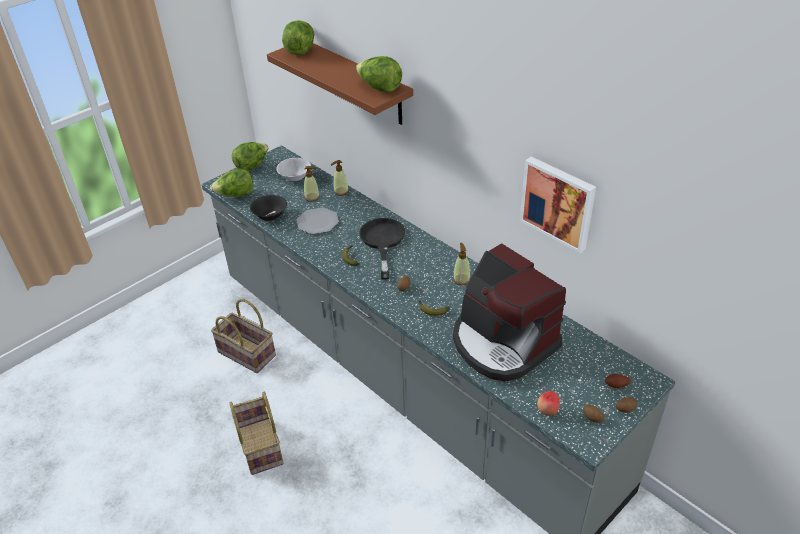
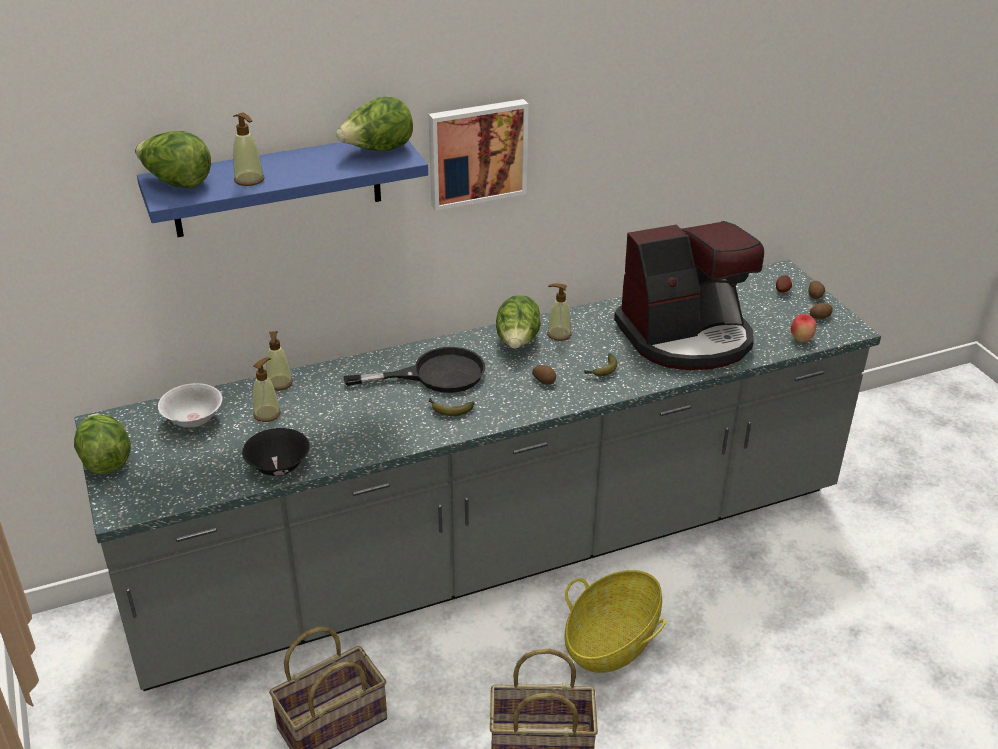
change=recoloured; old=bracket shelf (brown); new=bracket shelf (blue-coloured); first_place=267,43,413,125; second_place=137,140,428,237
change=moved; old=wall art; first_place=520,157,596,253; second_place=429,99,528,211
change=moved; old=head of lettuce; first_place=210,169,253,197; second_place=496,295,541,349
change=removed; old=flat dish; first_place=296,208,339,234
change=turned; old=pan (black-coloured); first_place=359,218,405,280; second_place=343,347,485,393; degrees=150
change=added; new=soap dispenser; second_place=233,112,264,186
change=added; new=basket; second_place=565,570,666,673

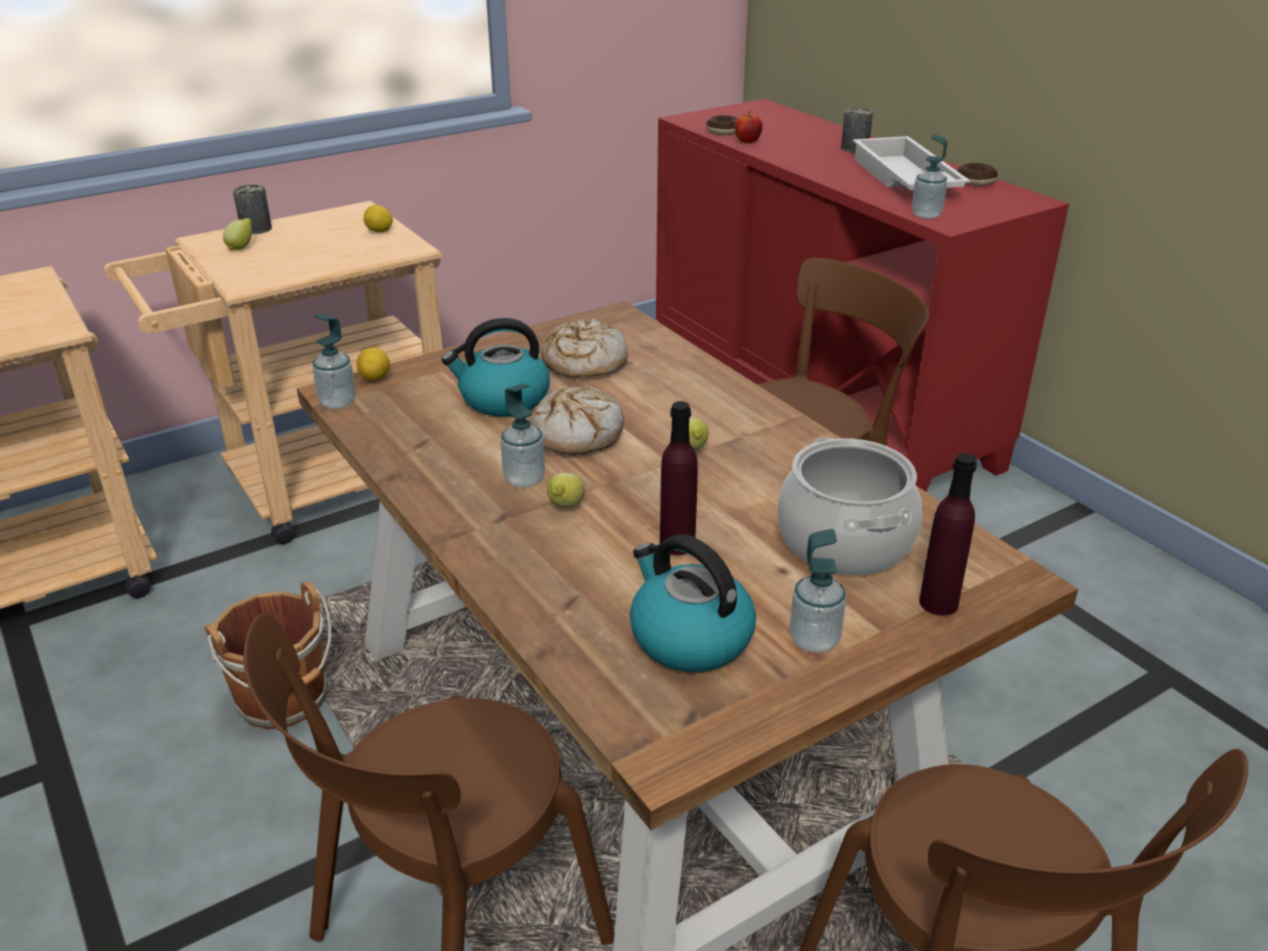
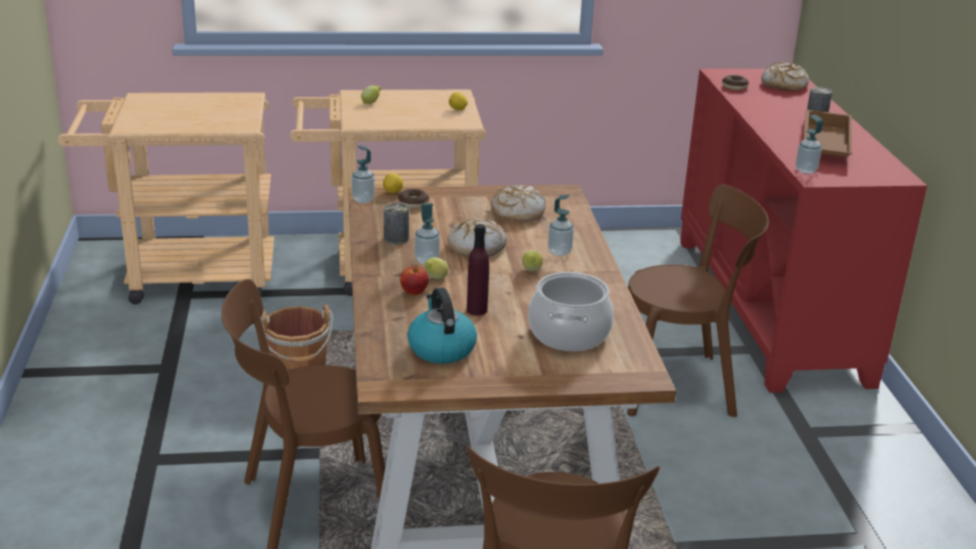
change=moved; old=whole apple; first_place=735,111,763,143; second_place=400,265,429,295
change=recoloured; old=carrying tray (whitish); new=carrying tray (brown); first_place=853,136,970,190; second_place=803,110,852,157
change=moved; old=doughnut; first_place=957,163,998,186; second_place=398,189,429,208
change=moved; old=sealed can; first_place=233,185,272,235; second_place=384,203,409,244
change=removed; old=water kettle; first_place=442,318,550,416
change=removed; old=bottle (purplish); first_place=919,453,977,616
change=moved; old=soap dispenser; first_place=790,529,846,653; second_place=548,195,574,256
change=added; new=baked bread; second_place=761,62,809,91

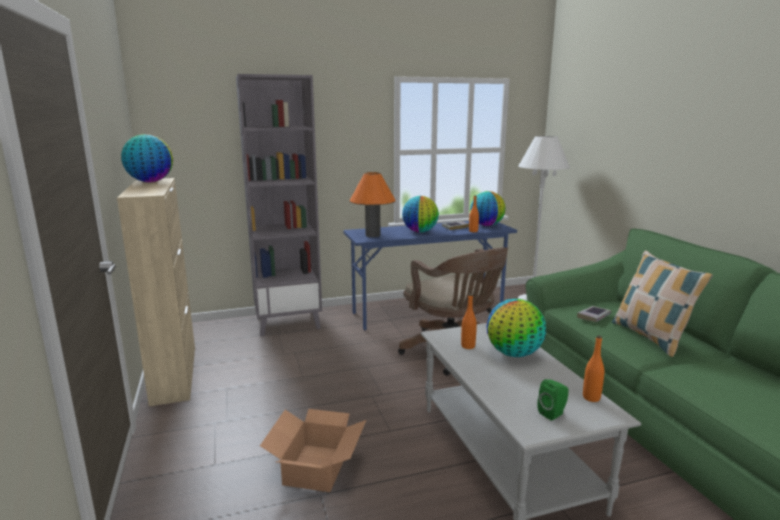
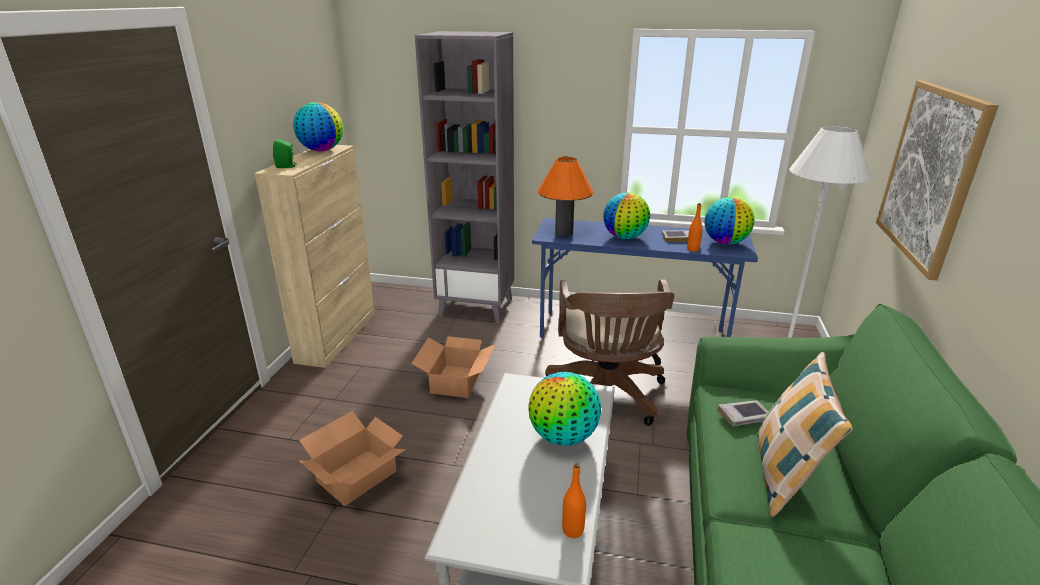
change=removed; old=bottle (orange-coloured); first_place=461,294,477,349
change=moved; old=speaker (green); first_place=537,379,568,421; second_place=273,138,297,168
change=added; new=wall art; second_place=876,80,998,280
change=added; new=cardboard box; second_place=411,336,495,398

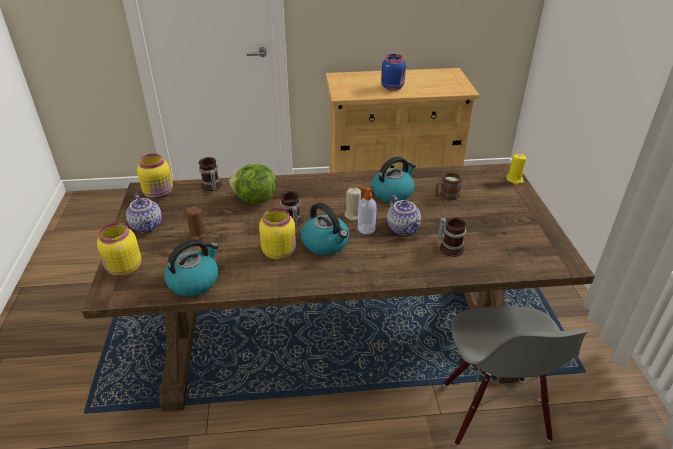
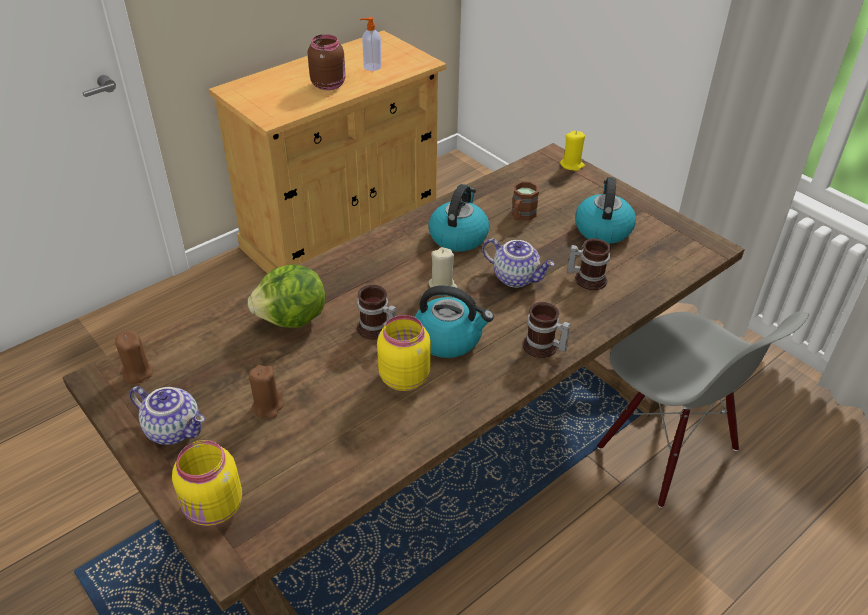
change=recoloured; old=preserve jar (blue-coloured); new=preserve jar (brown); first_place=381,54,406,91; second_place=308,34,346,90
change=replaced; old=preserve jar (yellow-coloured); new=candle (brown); first_place=137,154,173,199; second_place=115,331,152,384
change=moved; old=mug; first_place=199,157,222,191; second_place=522,302,571,358
change=moved; old=soap dispenser; first_place=358,186,377,234; second_place=360,17,382,71
change=moved; old=water kettle; first_place=164,239,219,296; second_place=575,177,636,244

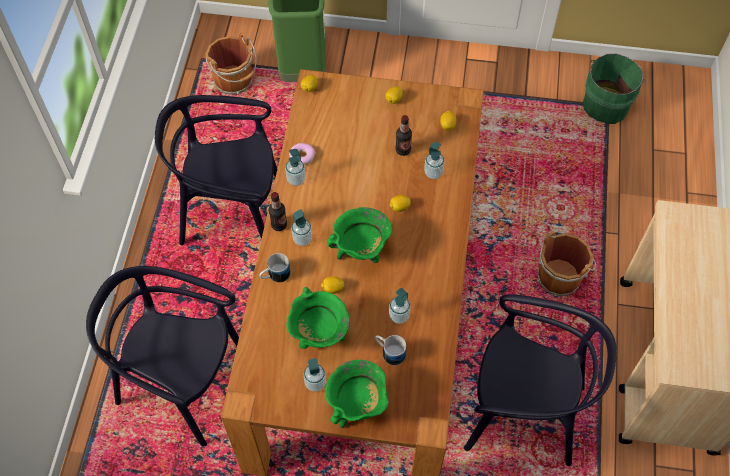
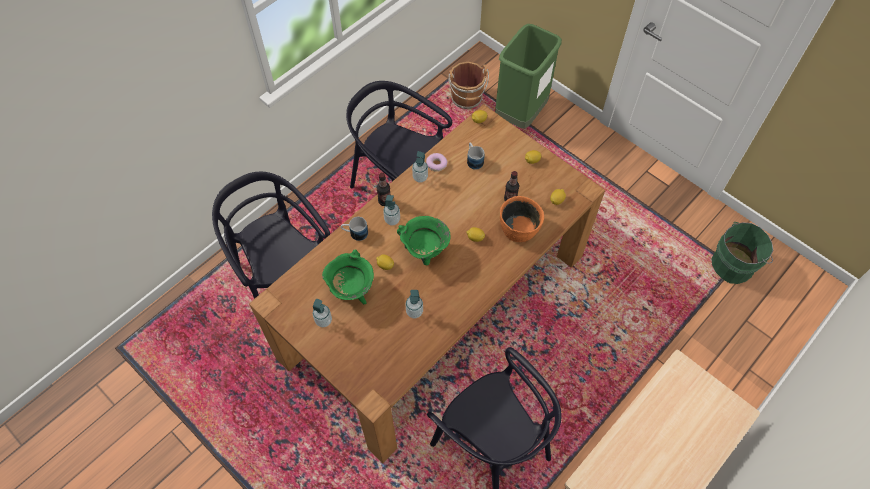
change=replaced; old=soap dispenser; new=deep dish (orange-coloured); first_place=424,142,445,179; second_place=500,196,544,242
change=removed; old=pail (brown); first_place=537,231,596,296
change=moved; old=mug; first_place=375,335,406,365; second_place=467,142,485,170
change=removed; old=saucepot (green); first_place=325,360,389,428

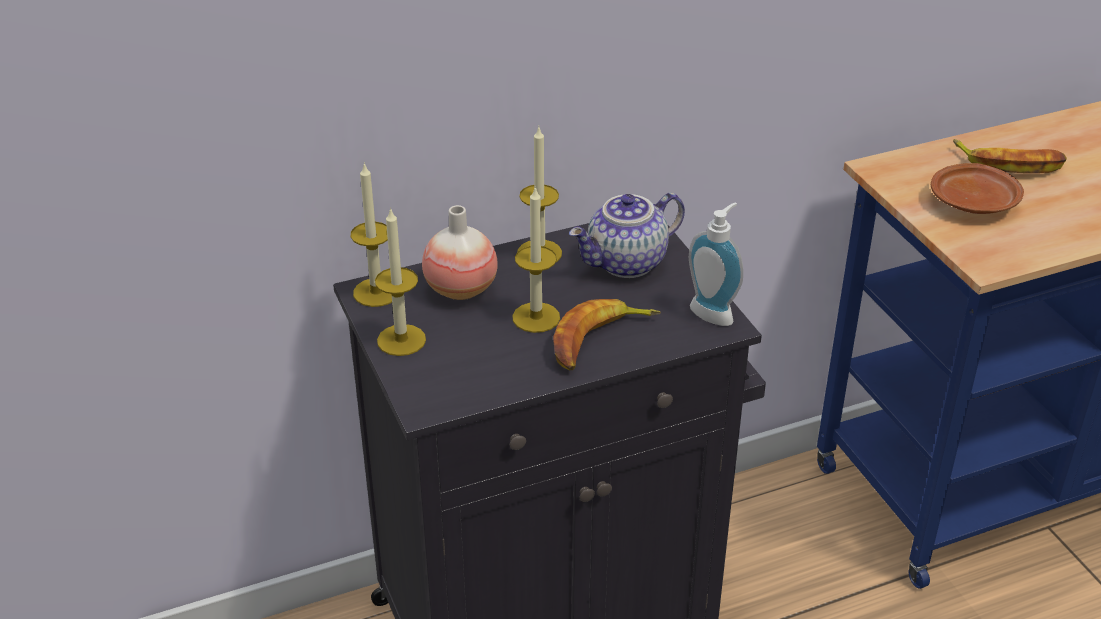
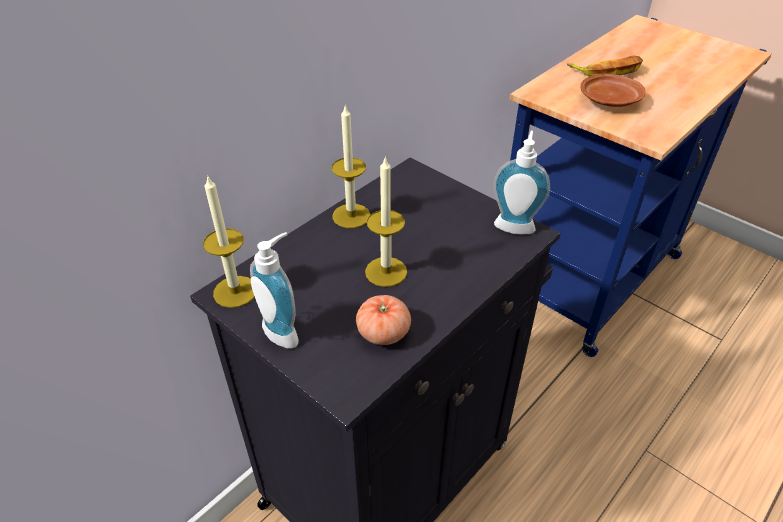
change=removed; old=tea pot; first_place=569,192,685,278
change=removed; old=flower vase; first_place=422,205,498,300
change=replaced; old=candle; new=soap dispenser; first_place=375,207,426,356; second_place=250,232,299,348
change=removed; old=banana fruit; first_place=553,299,661,370
change=added; new=whole tomato; second_place=356,295,411,345

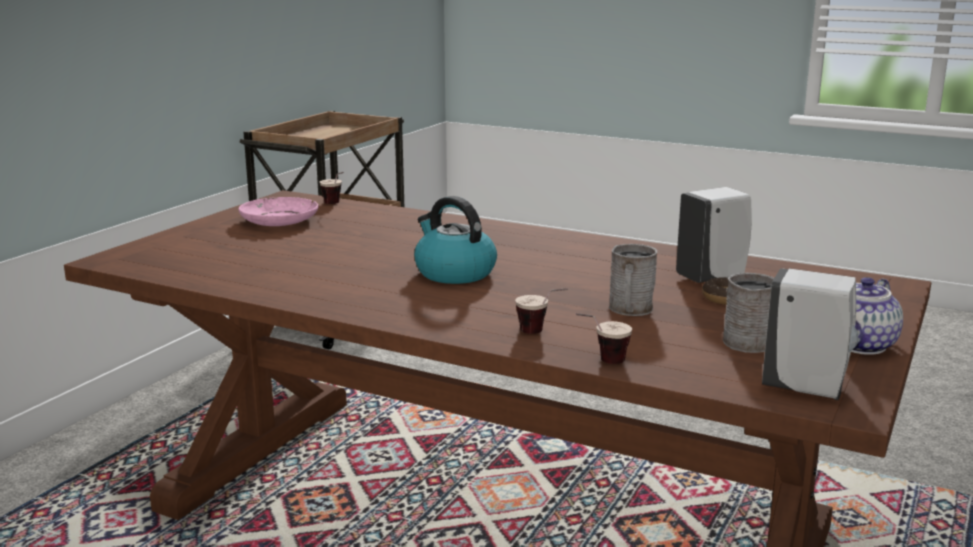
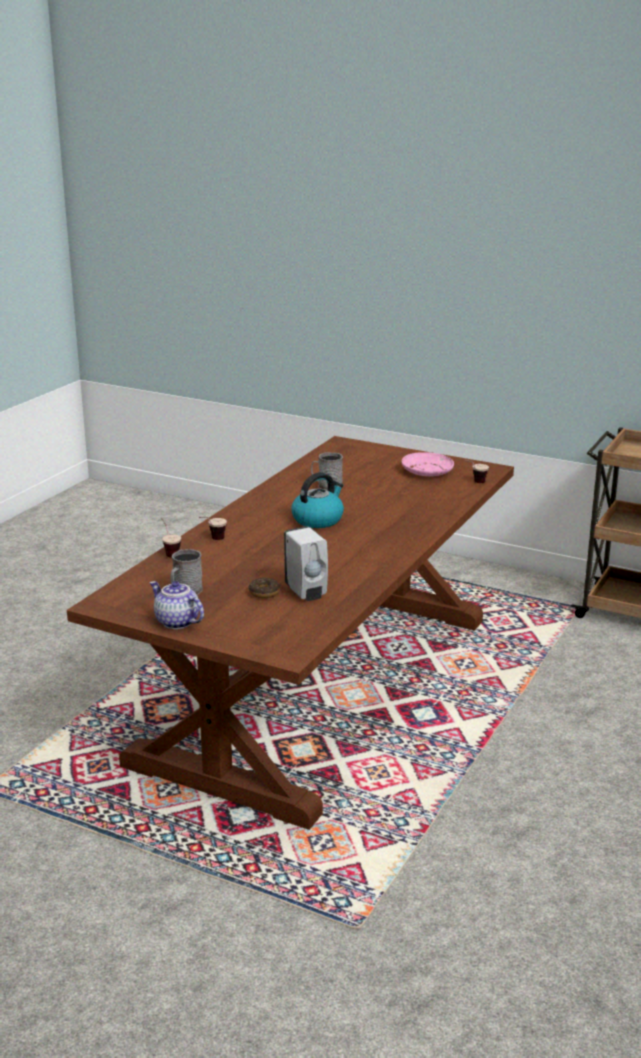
change=moved; old=mug (grey); first_place=609,244,658,316; second_place=311,452,343,490
change=removed; old=soap dispenser (whitish); first_place=762,268,859,400

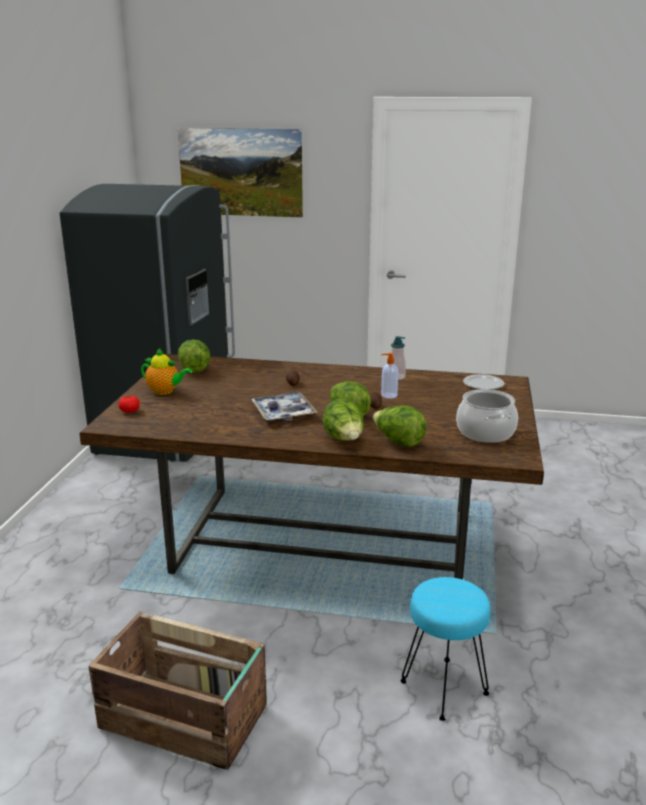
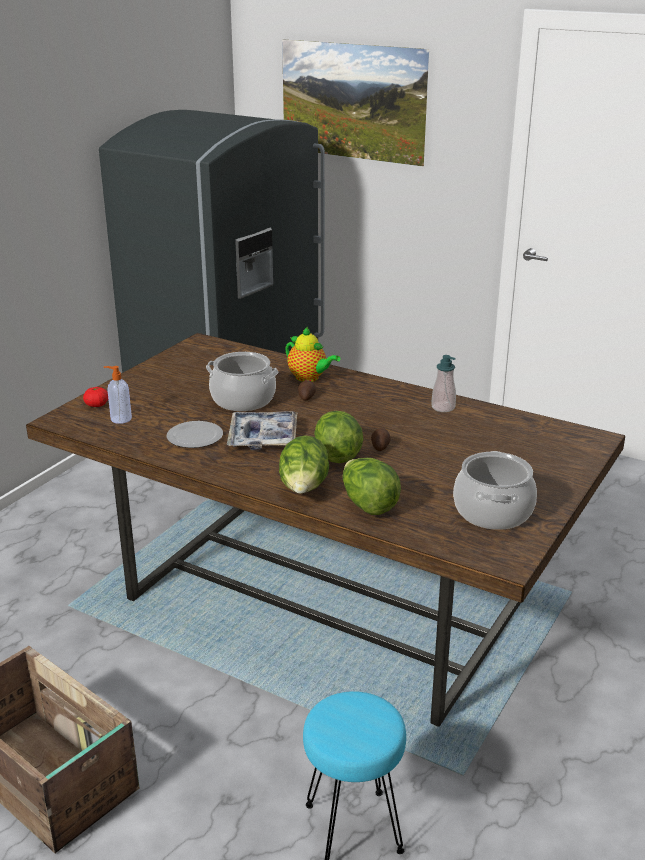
change=removed; old=head of lettuce; first_place=178,340,210,373
change=moved; old=tea pot; first_place=141,349,192,395; second_place=285,327,341,382
change=moved; old=soap dispenser; first_place=381,353,398,398; second_place=104,366,132,424
change=moved; old=flat dish; first_place=463,374,505,390; second_place=167,421,223,448
change=added; new=saucepot; second_place=206,352,278,411

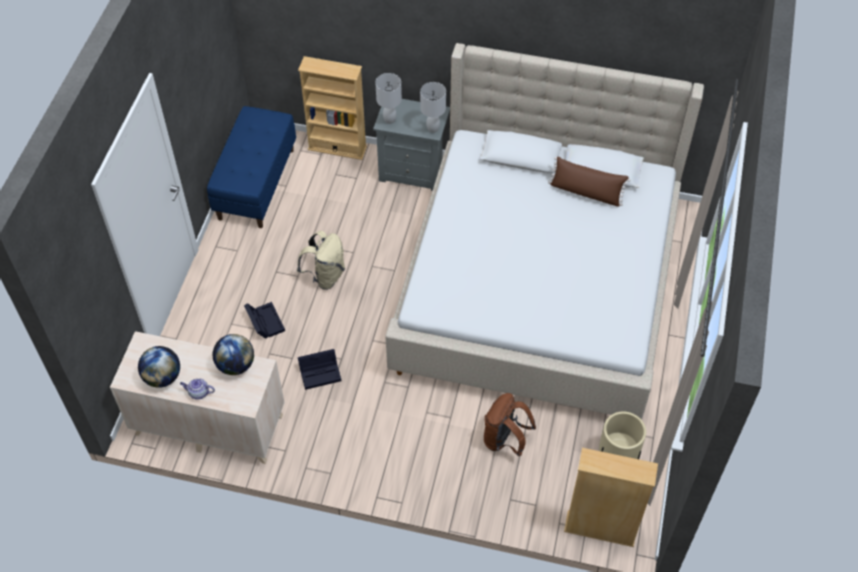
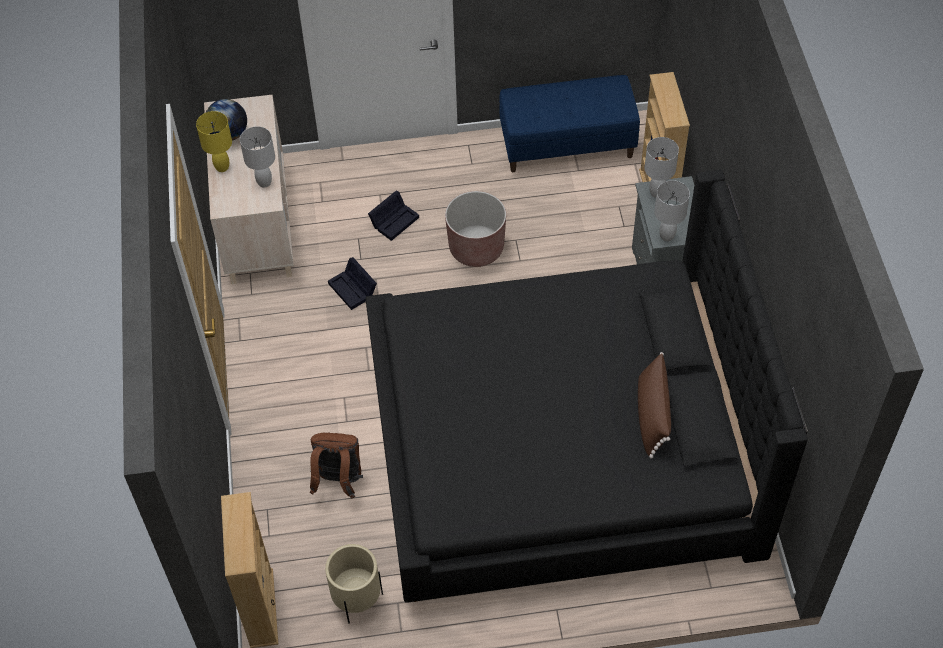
change=recoloured; old=bed (beige-coloured); new=bed (black-coloured); first_place=385,43,704,420; second_place=365,170,808,603
change=replaced; old=backpack (beige-coloured); new=planter (brown); first_place=297,231,345,290; second_place=445,191,506,267
change=replaced; old=world globe; new=table lamp (whitish); first_place=213,334,254,375; second_place=240,126,275,187
change=replaced; old=tea pot; new=table lamp (yellow-coloured); first_place=180,378,215,400; second_place=196,111,232,172

